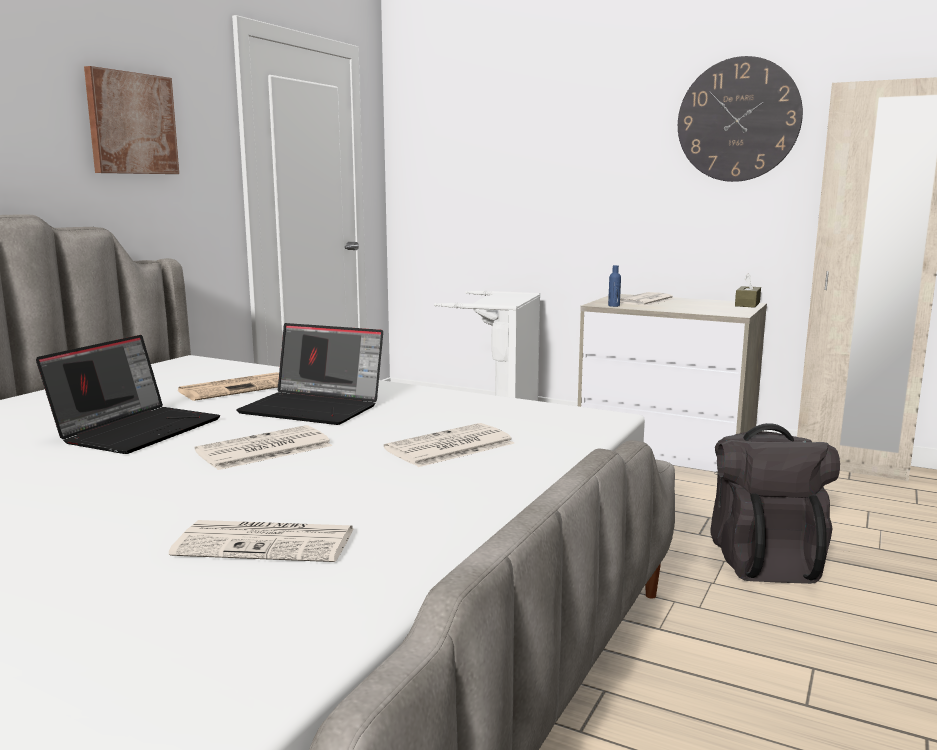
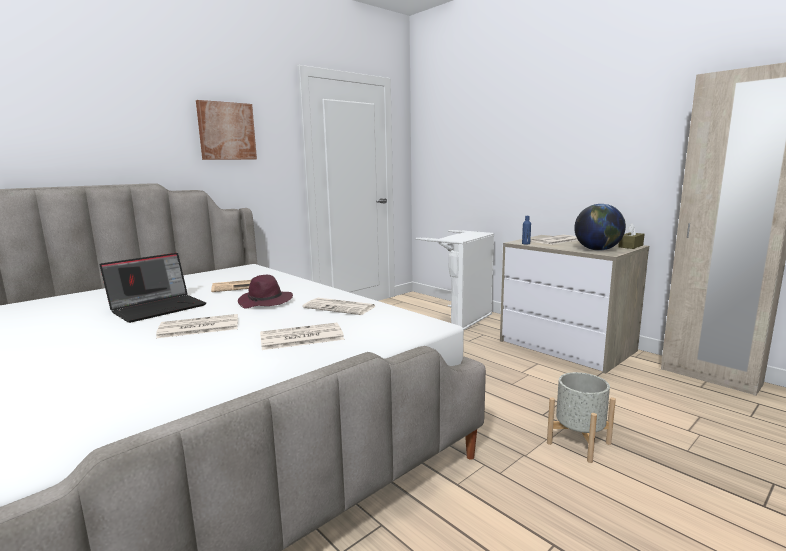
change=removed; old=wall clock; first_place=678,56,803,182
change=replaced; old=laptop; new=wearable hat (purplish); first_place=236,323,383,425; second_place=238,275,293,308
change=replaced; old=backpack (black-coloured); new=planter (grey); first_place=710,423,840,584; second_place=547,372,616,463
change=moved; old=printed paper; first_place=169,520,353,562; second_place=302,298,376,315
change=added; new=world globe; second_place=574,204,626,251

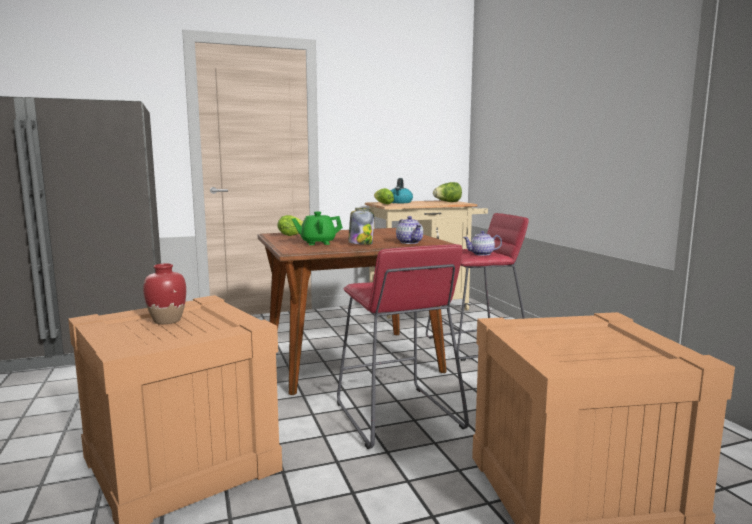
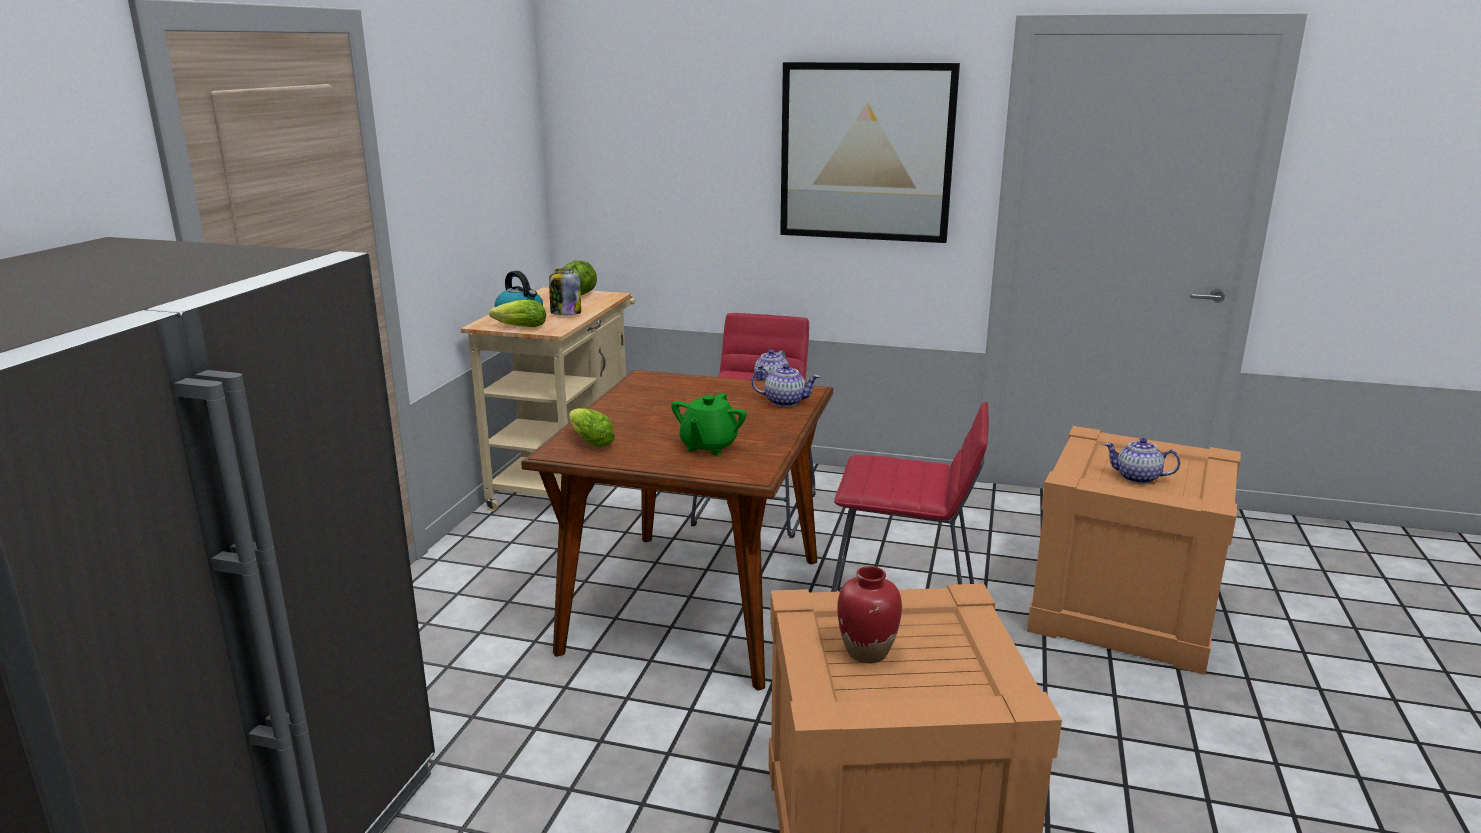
change=moved; old=preserve jar; first_place=348,208,374,245; second_place=549,269,581,315
change=added; new=wall art; second_place=780,62,960,243
change=added; new=tea pot; second_place=1104,438,1180,484

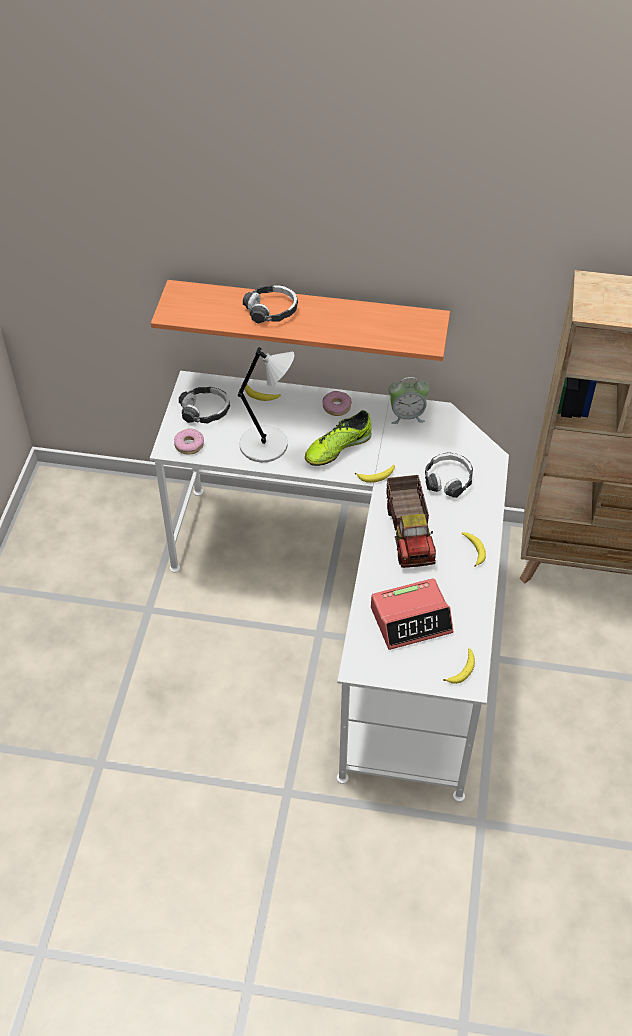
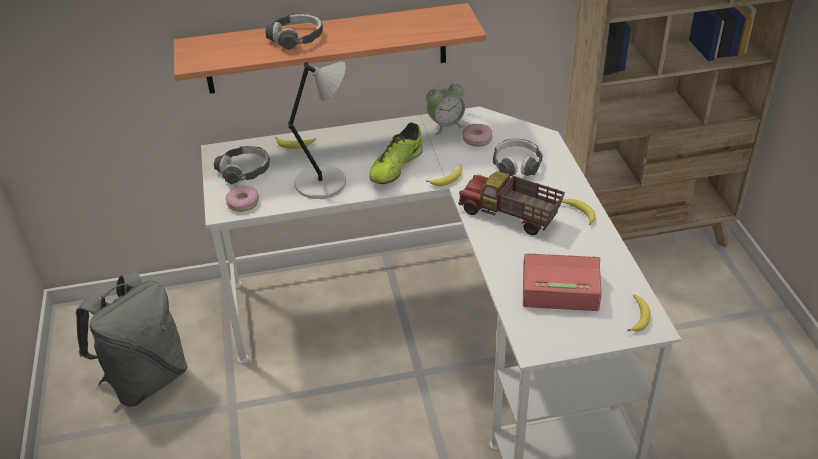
change=moved; old=doughnut; first_place=322,391,352,416; second_place=462,124,492,146
change=turned; old=toy lorry; first_place=386,475,436,568; second_place=459,171,565,235; degrees=150
change=turned; old=table clock; first_place=371,578,453,650; second_place=523,253,602,311; degrees=-135
change=added; new=backpack (grey); second_place=76,272,187,407

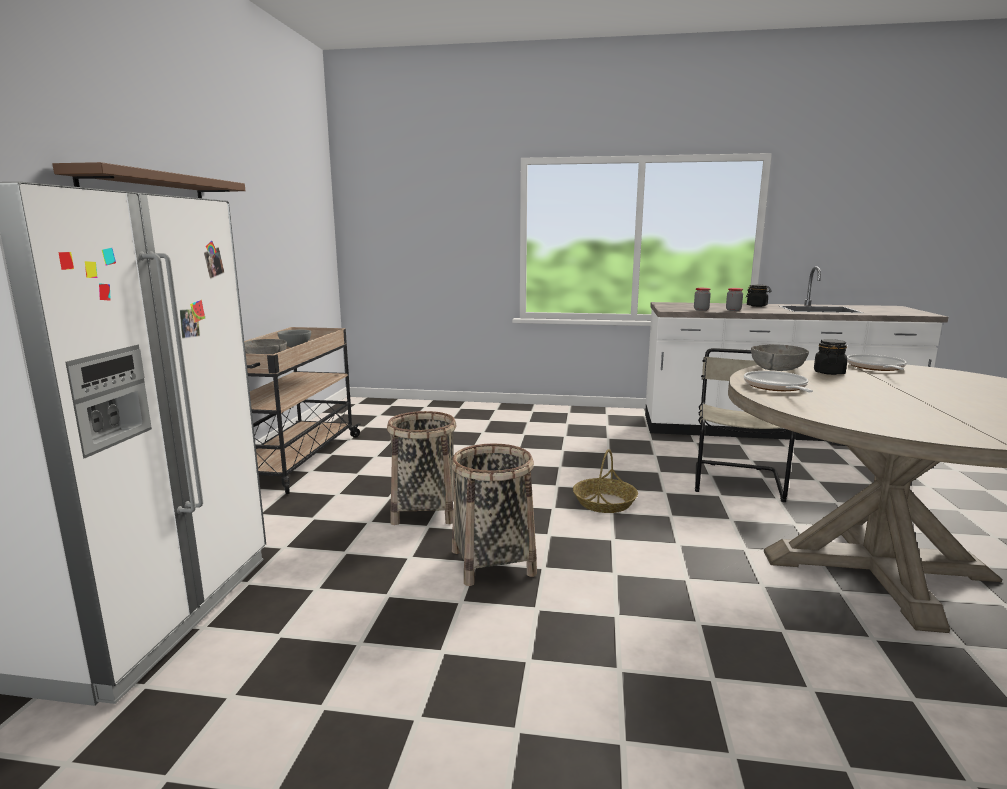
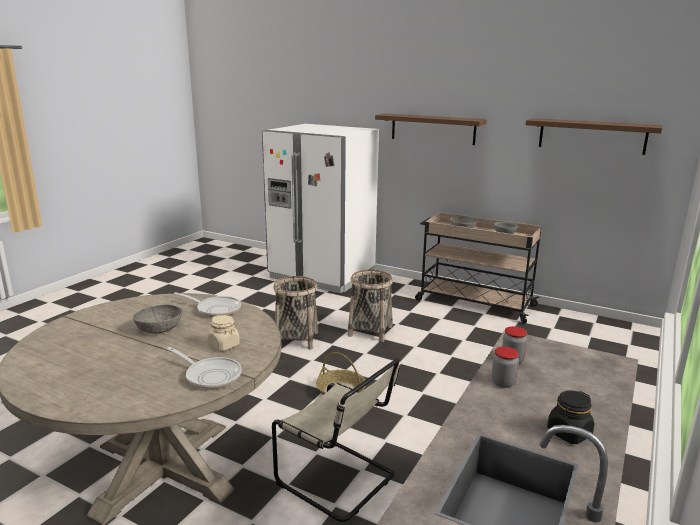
change=recoloured; old=preserve jar (black-coloured); new=preserve jar (beige-coloured); first_place=814,339,847,375; second_place=208,315,240,351
change=moved; old=deep dish (grey); first_place=751,344,809,371; second_place=133,305,182,334
change=added; new=bracket shelf (brown); second_place=526,118,663,155

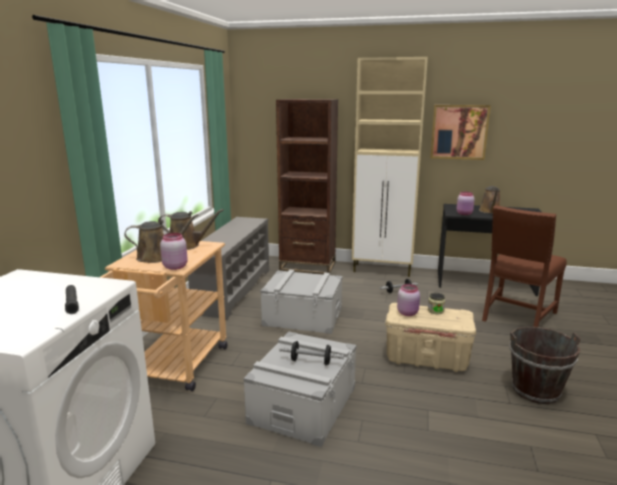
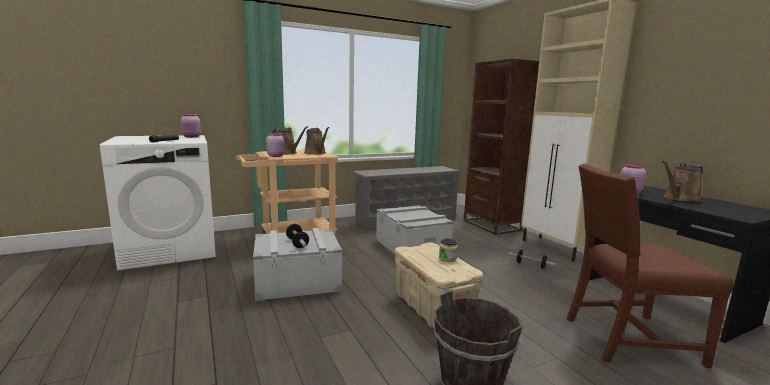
change=removed; old=wall art; first_place=430,105,491,160
change=moved; old=preserve jar (pink); first_place=397,284,420,316; second_place=181,114,201,138

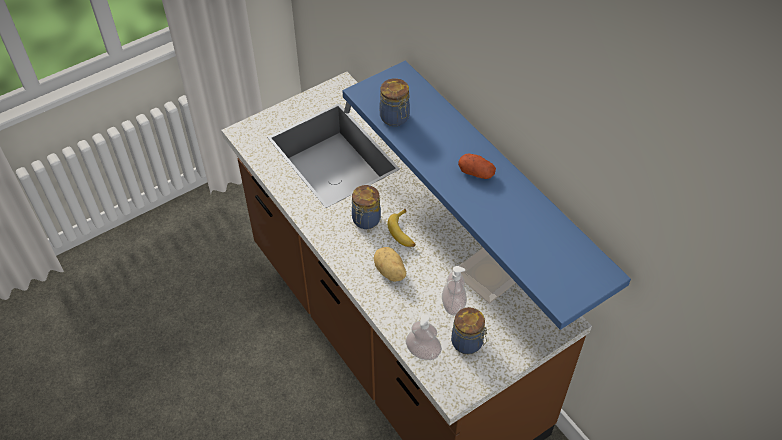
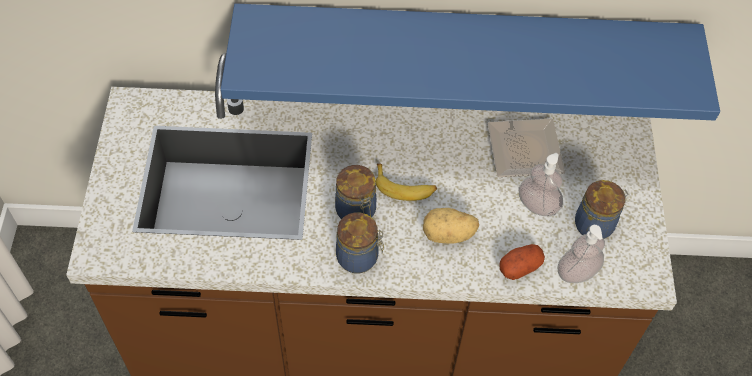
change=moved; old=preserve jar; first_place=380,78,410,126; second_place=336,212,384,273
change=moved; old=potato; first_place=458,154,496,179; second_place=500,244,545,280

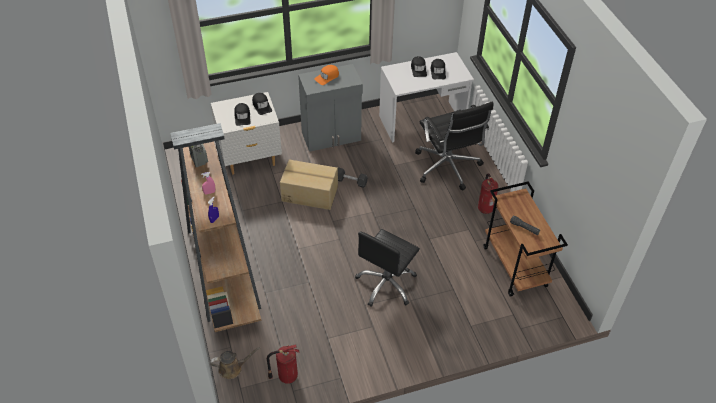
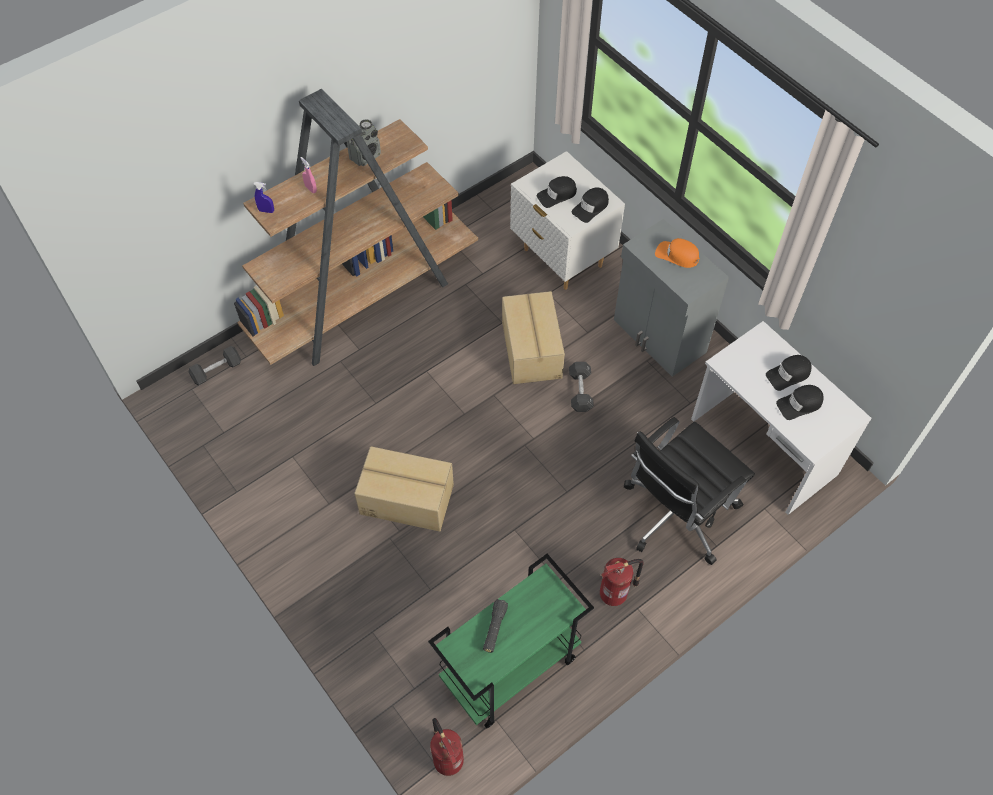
change=recoloured; old=cart (brown); new=cart (green); first_place=483,181,568,297; second_place=428,554,594,729
change=replaced; old=computer chair (black-coloured); new=cardboard box; first_place=355,229,420,307; second_place=354,446,454,532
change=moved; old=fire extinguisher; first_place=267,344,299,384; second_place=430,718,464,776
change=replaced; old=watering pot (brown); new=hand weight (black-coloured); first_place=210,347,261,379; second_place=189,346,241,385

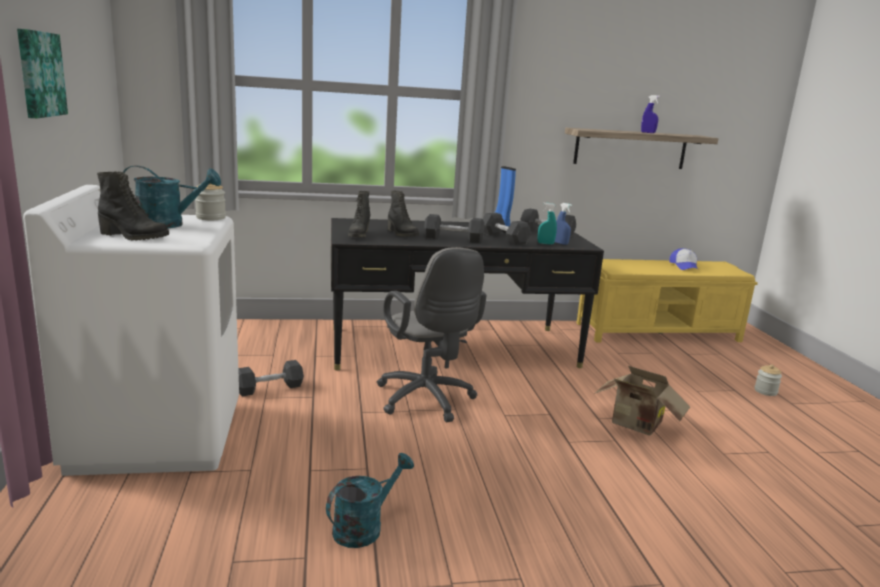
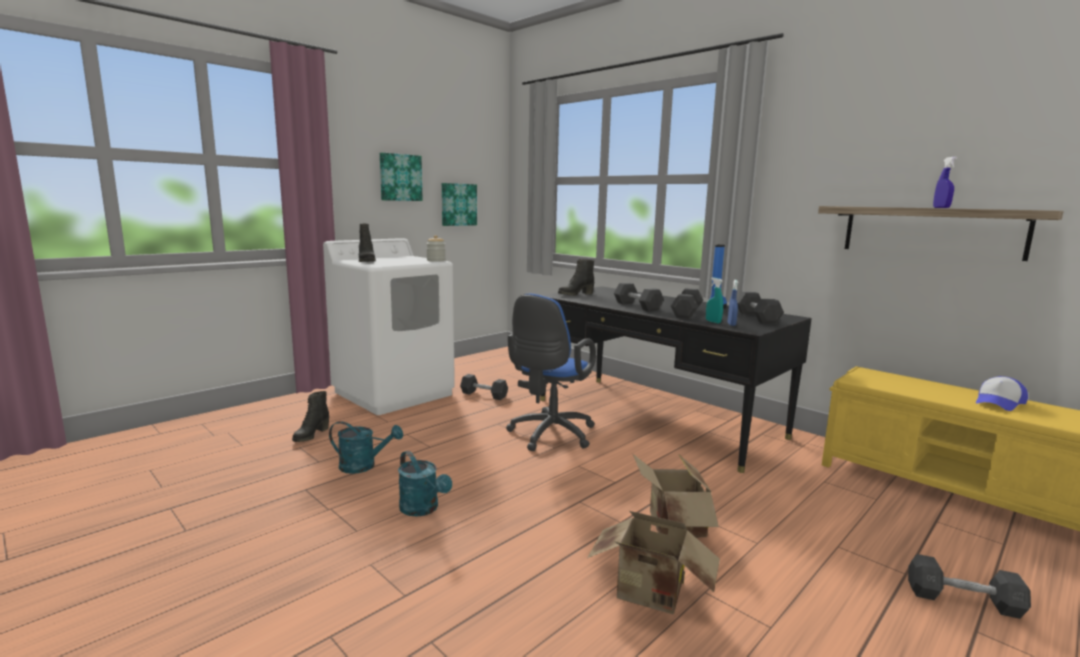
change=moved; old=watering pot (turquoise-coloured); first_place=123,165,221,228; second_place=398,451,452,517
change=moved; old=boot (black-coloured); first_place=388,191,419,237; second_place=292,391,329,442
change=recoloured; old=computer chair (grey); new=computer chair (blue-coloured); first_place=377,247,487,422; second_place=506,294,596,451
change=replaced; old=preserve jar; new=hand weight (grey); first_place=755,364,782,396; second_place=908,554,1031,619
change=added; new=wall art; second_place=442,183,477,226
change=added; new=cardboard box; second_place=587,511,720,614

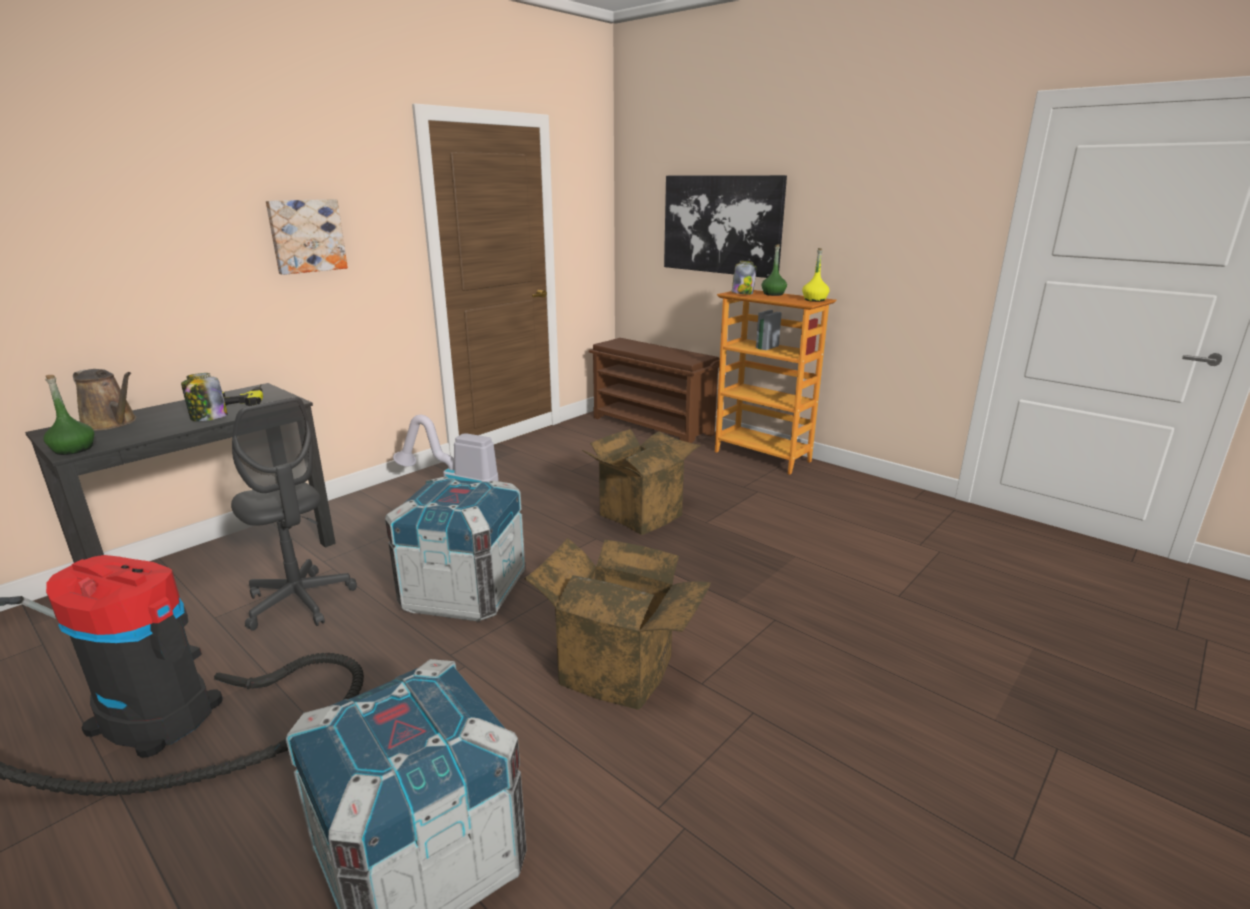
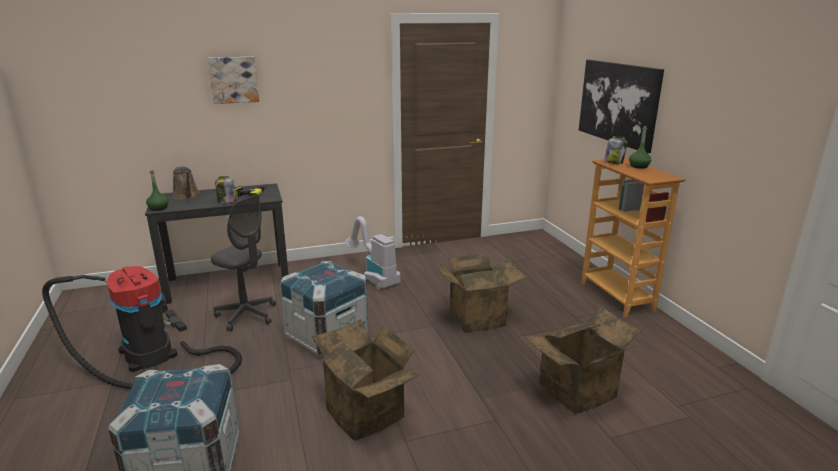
change=moved; old=wall art; first_place=266,199,348,275; second_place=208,57,259,104
change=removed; old=bottle (yellow-coloured); first_place=802,248,830,302
change=removed; old=shoe shelf (brown); first_place=589,338,720,443
change=turned; old=computer chair (grey); first_place=231,397,357,631; second_place=211,194,276,331; degrees=-45
change=added; new=cardboard box; second_place=525,306,642,414

